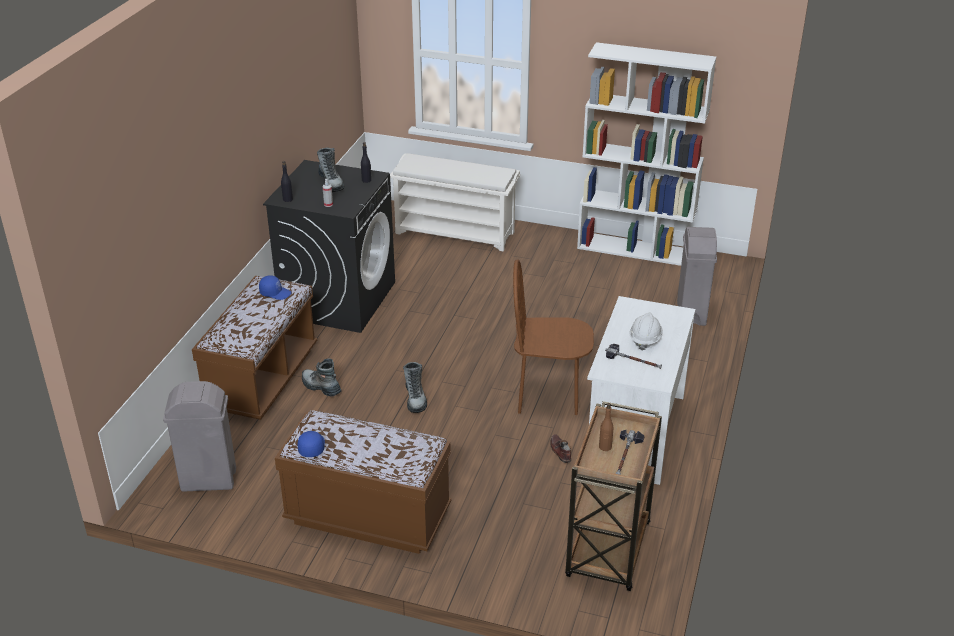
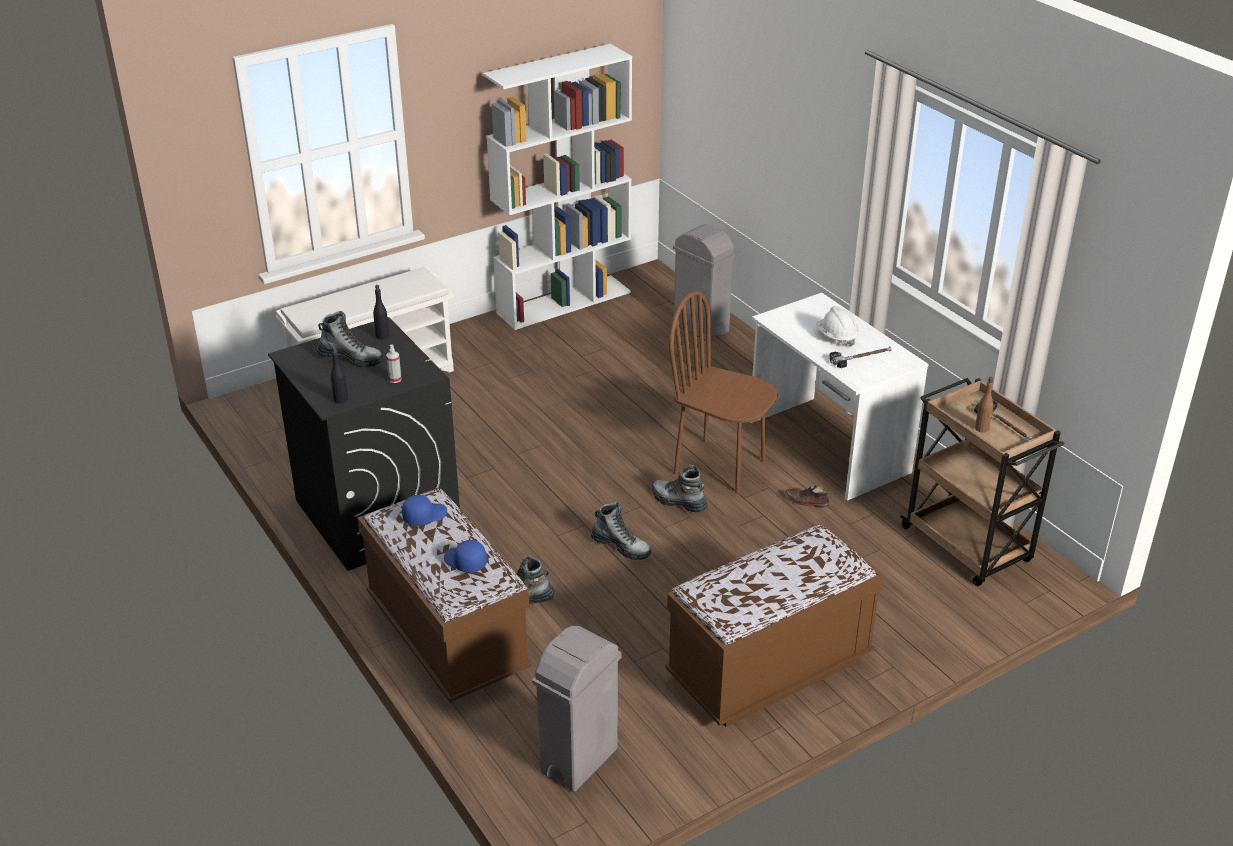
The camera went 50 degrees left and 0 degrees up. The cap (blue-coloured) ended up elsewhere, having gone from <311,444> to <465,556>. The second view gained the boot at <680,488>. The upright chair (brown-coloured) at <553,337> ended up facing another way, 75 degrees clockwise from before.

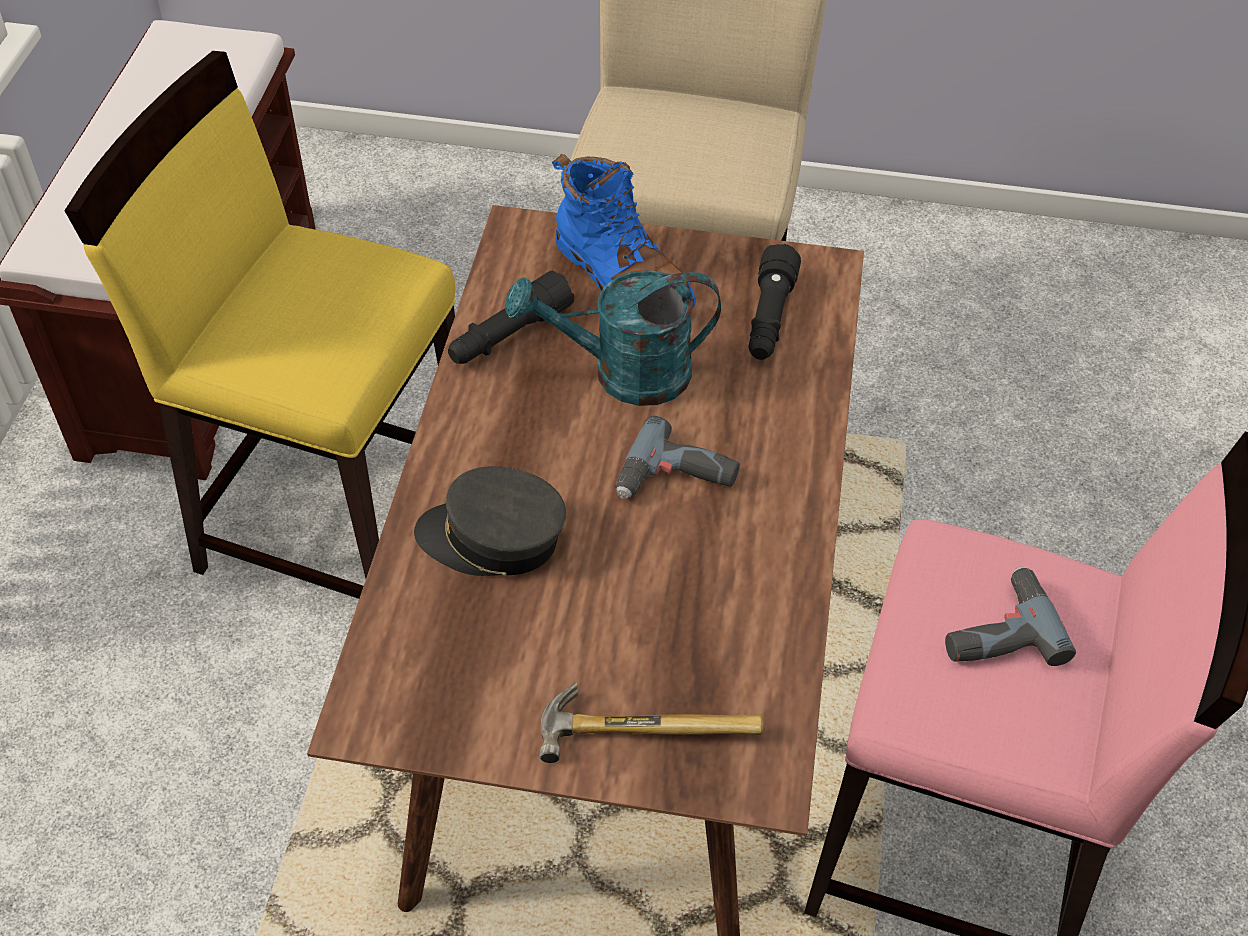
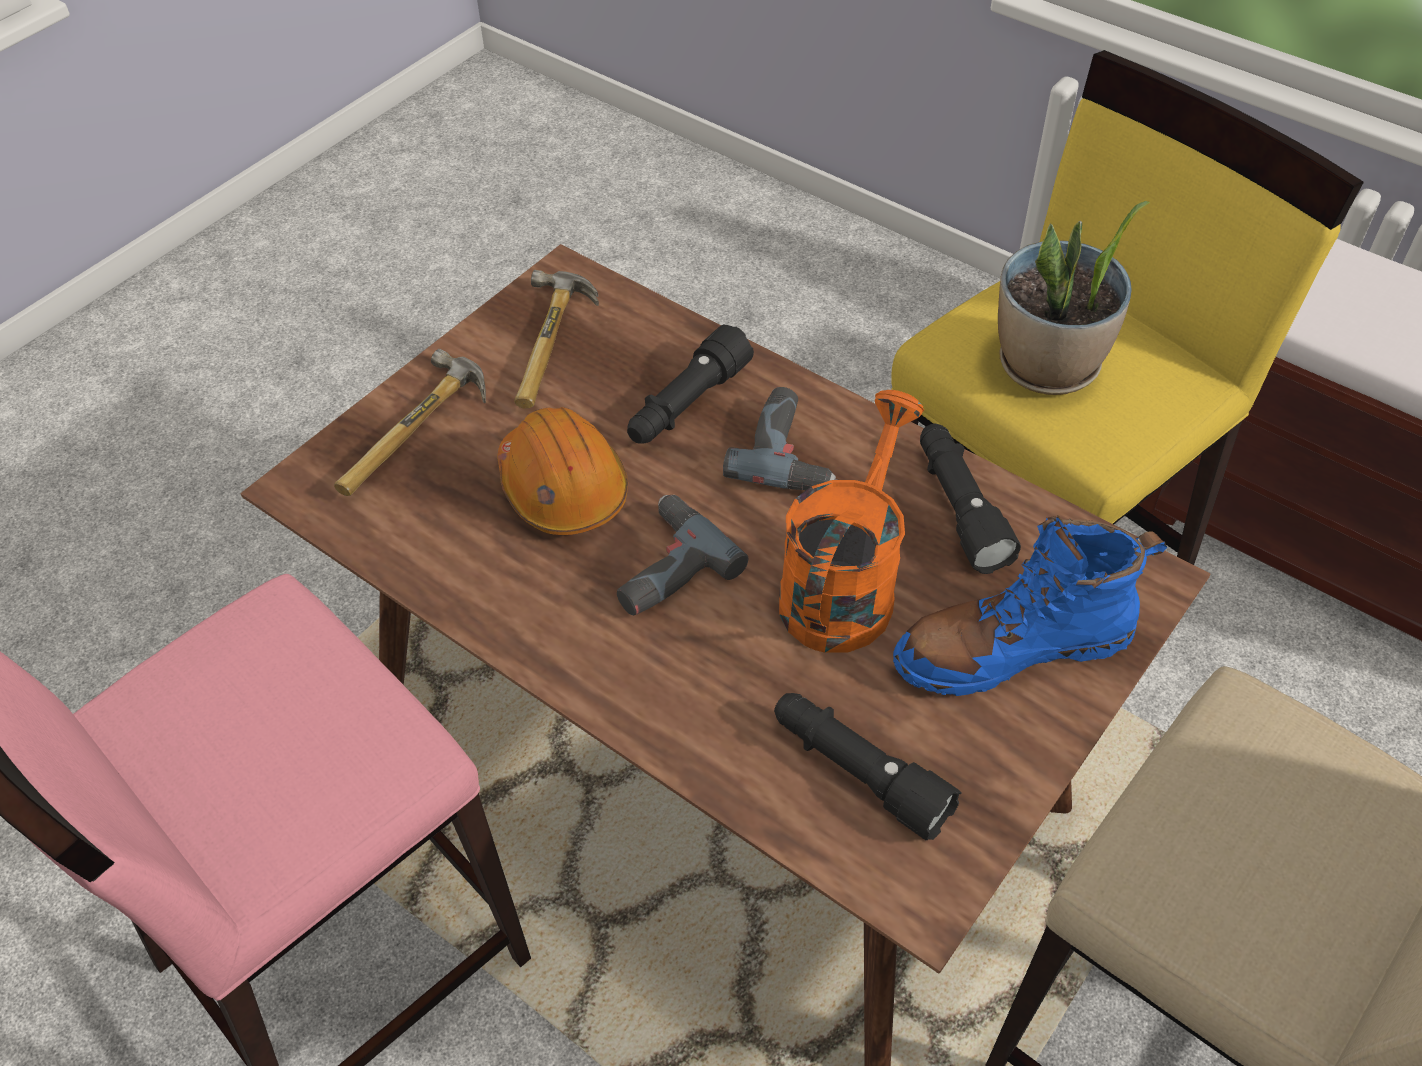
The camera went 120 degrees right and 0 degrees up. The second view gained the hard hat (orange) at <562,471>. The second view gained the hand hammer at <556,339>. Where the cap (greyish) stood at <490,521>, the flashlight (black) came to stand at <690,384>. The drill ended up elsewhere, having gone from <1010,616> to <780,438>. What was the watering can (turquoise) at <613,338> turned into the watering can (orange) at <851,521>. The second view gained the houseplant at <1074,298>.

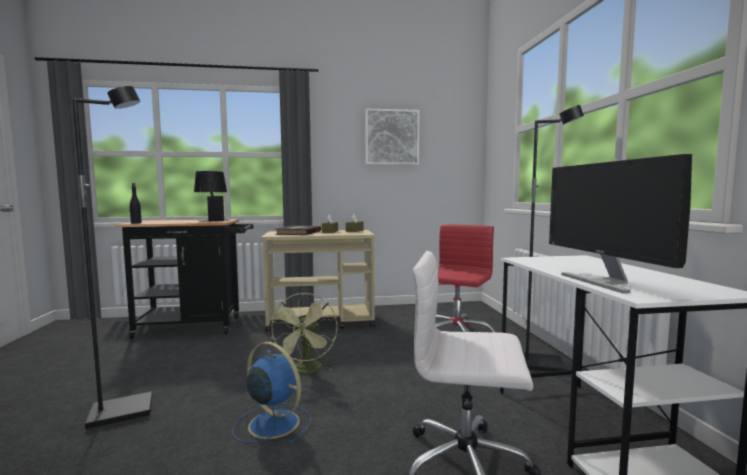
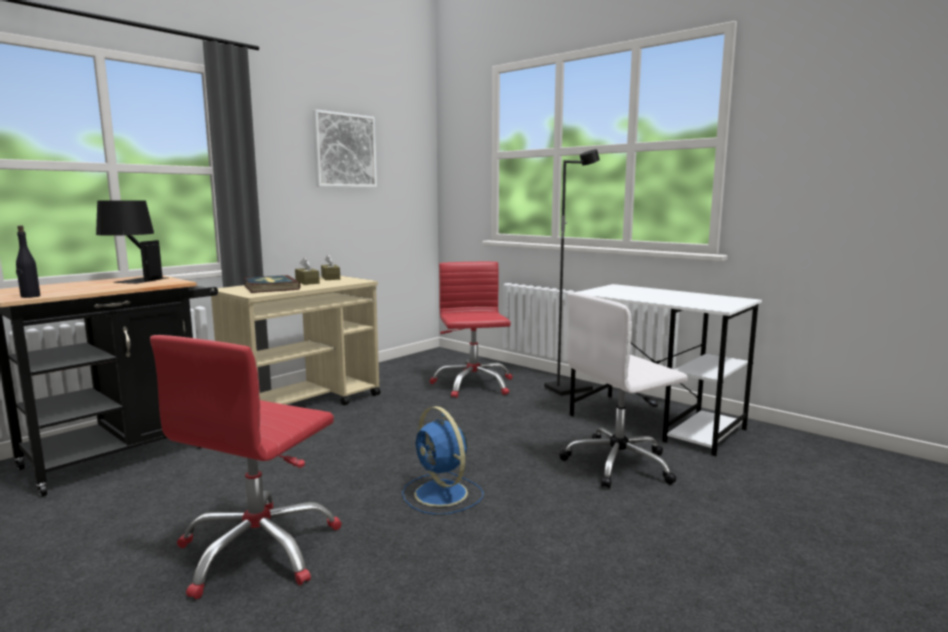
The camera went 40 degrees left and 5 degrees up. Where the floor lamp (black) stood at <112,258>, the desk chair (reddish) came to stand at <246,467>. The cooling fan (blue-coloured) at <271,393> ended up facing another way, 120 degrees counterclockwise from before. The second view lost the cooling fan (green) at <303,333>. The second view lost the computer display at <620,223>.

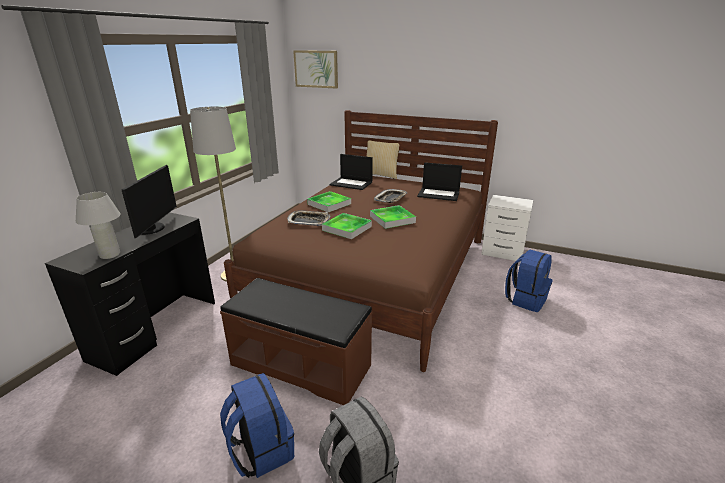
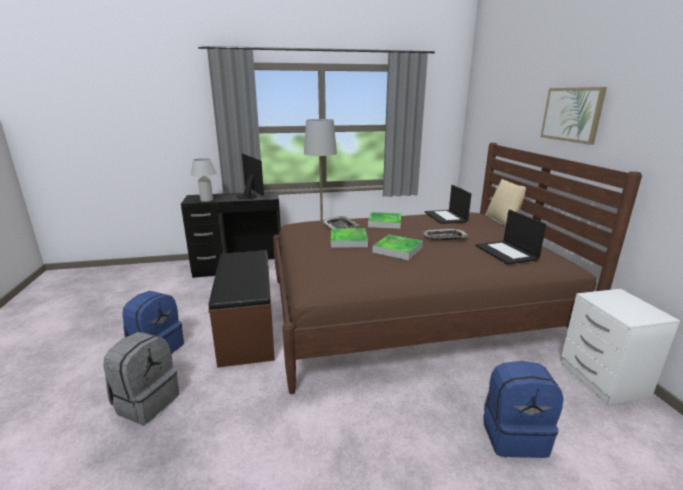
The camera went 55 degrees right and 5 degrees down. The computer display at <149,201> ended up facing another way, 90 degrees counterclockwise from before. The wall picture ended up elsewhere, having gone from <315,69> to <574,116>.

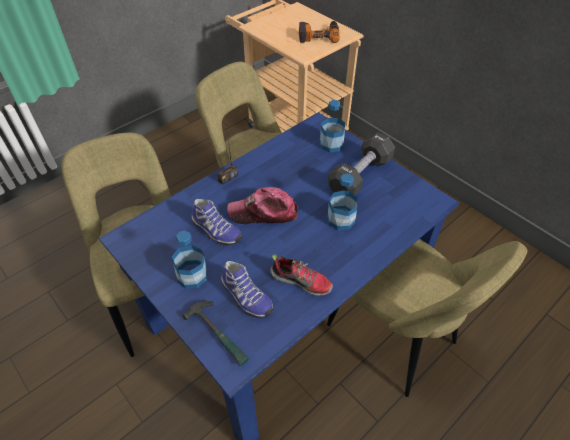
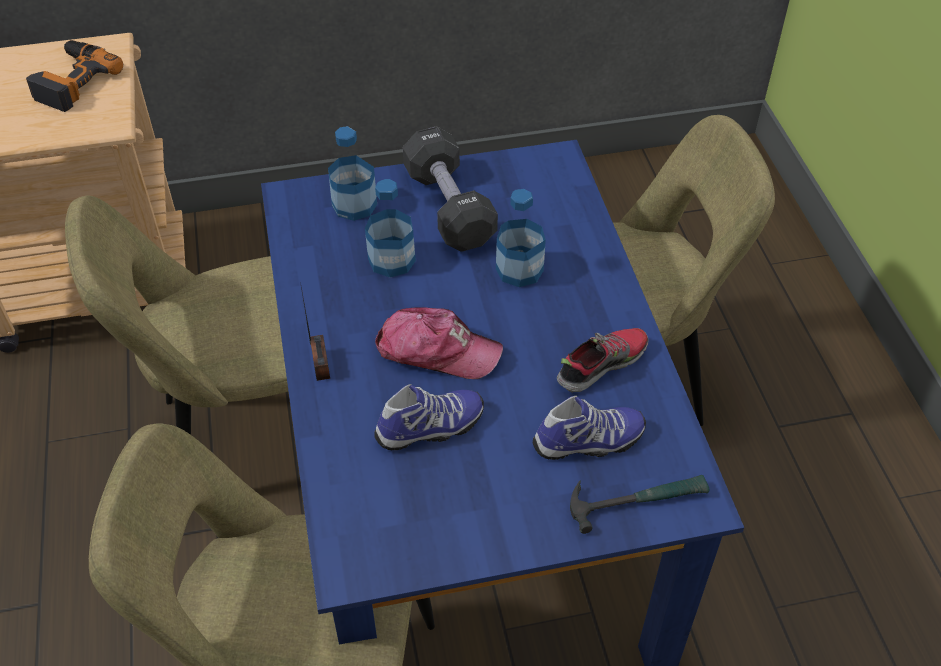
The camera went 60 degrees left and 0 degrees up. The beverage bottle ended up elsewhere, having gone from <189,259> to <390,228>. The cap at <262,205> ended up facing another way, 105 degrees counterclockwise from before.

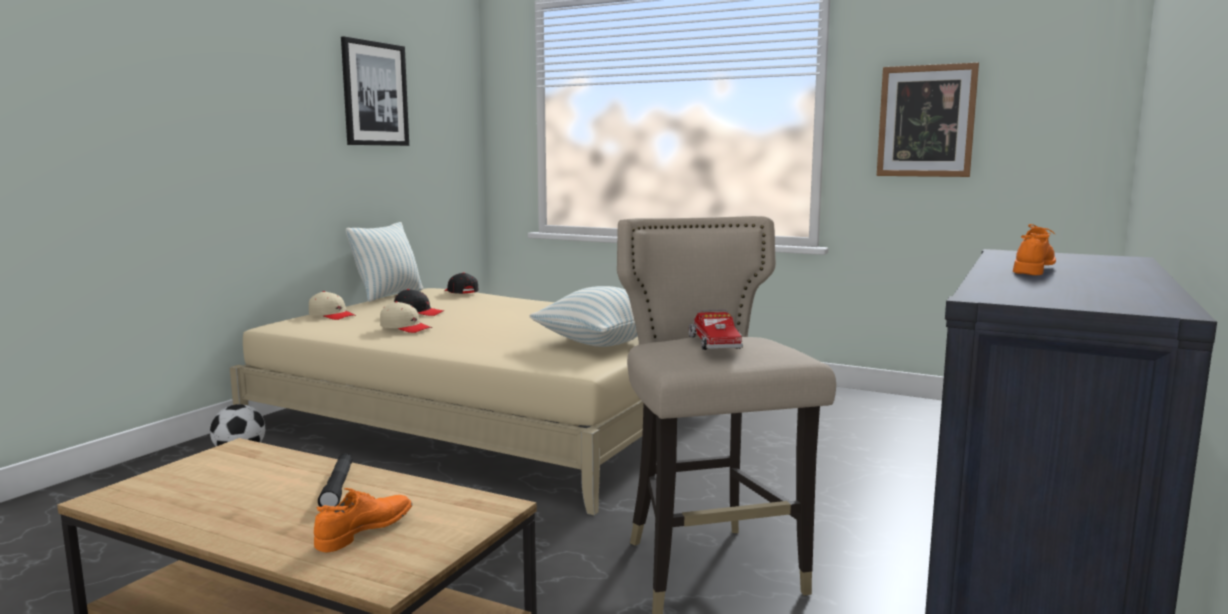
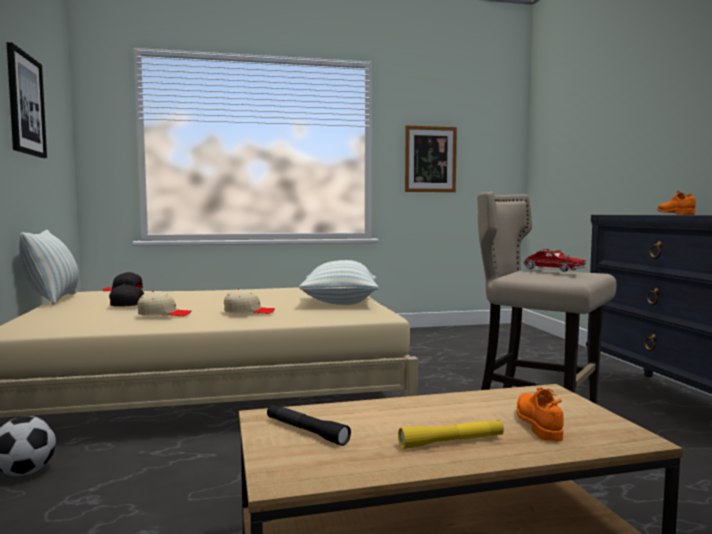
The camera went 40 degrees left and 5 degrees down. The cap (beige-coloured) ended up elsewhere, having gone from <332,305> to <249,301>. The flashlight (black) ended up elsewhere, having gone from <335,480> to <309,425>. The second view gained the flashlight (yellow-coloured) at <451,434>.

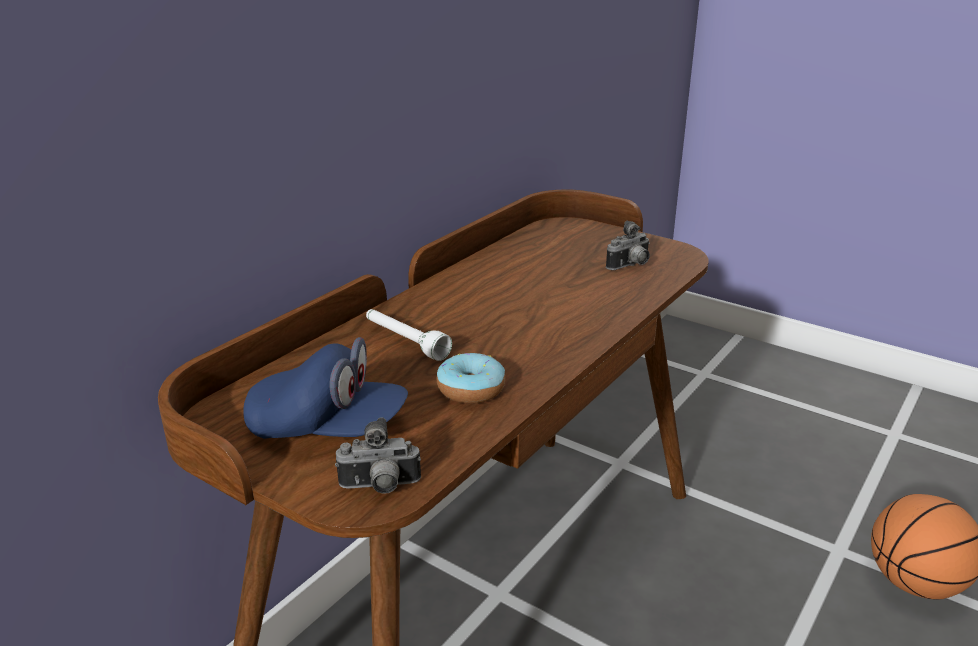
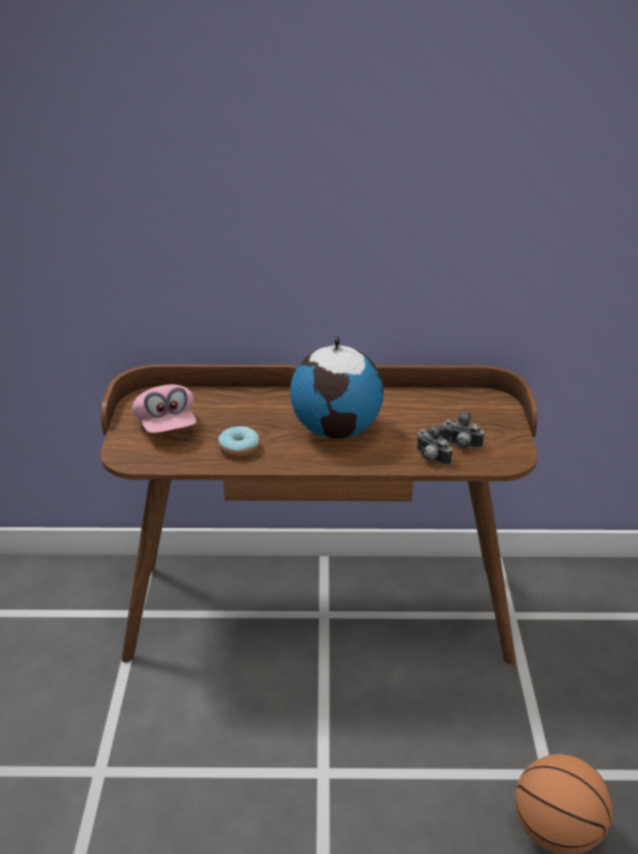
The camera went 55 degrees right and 5 degrees up. What was the cap (blue-coloured) at <325,388> turned into the cap (pink) at <164,408>. The second view gained the globe at <337,387>. The still camera ended up elsewhere, having gone from <378,455> to <434,445>. The second view lost the flashlight (white-coloured) at <409,335>.

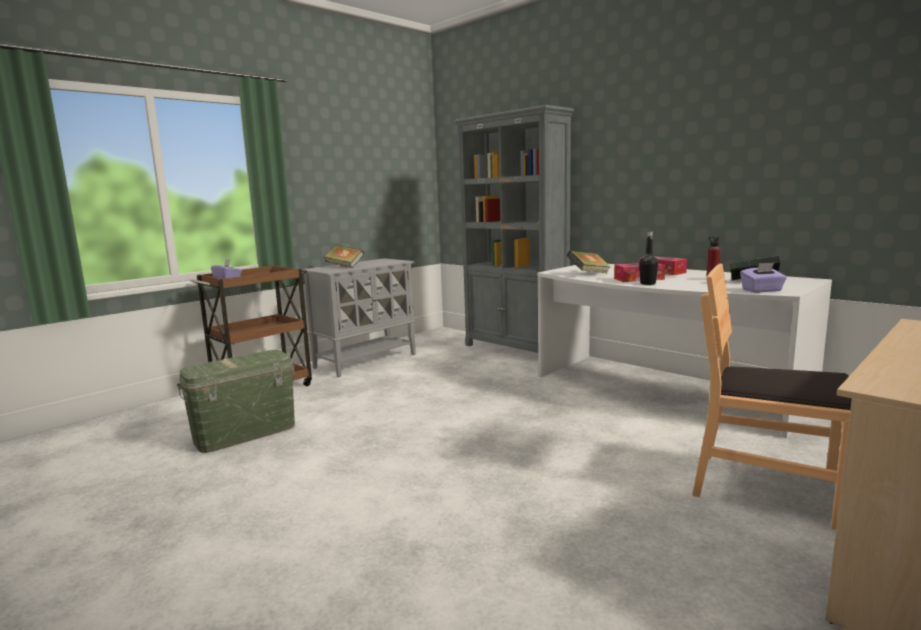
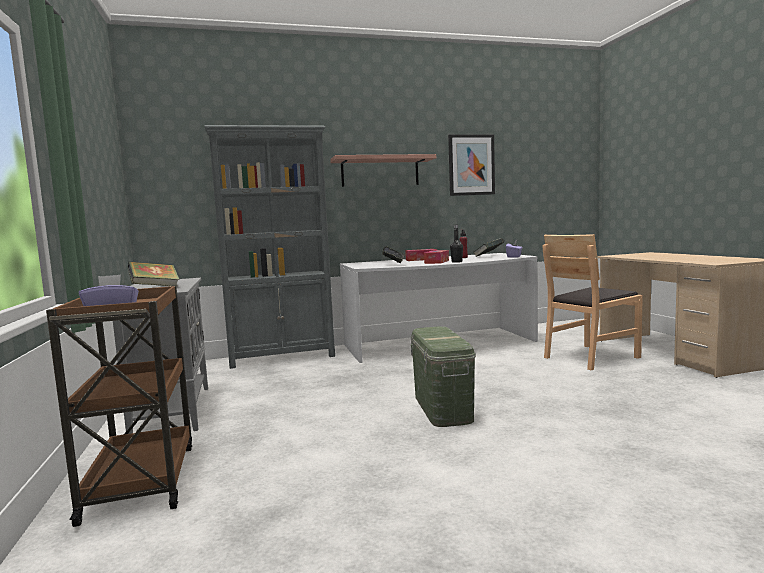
The camera went 60 degrees left and 5 degrees down. The second view gained the shelf at <383,170>. The storage box (green) ended up elsewhere, having gone from <236,401> to <443,376>. The second view gained the wall picture at <471,165>.

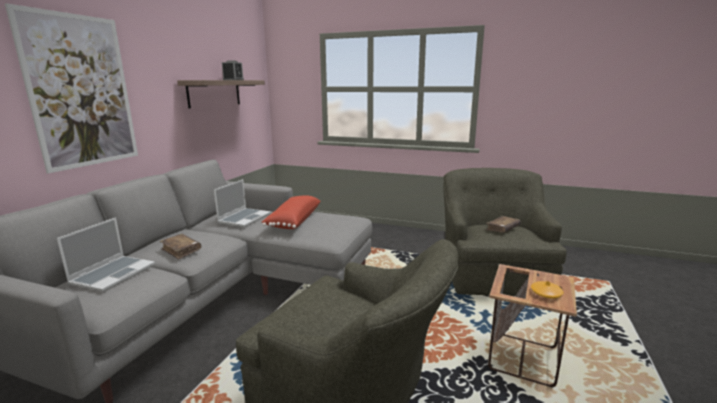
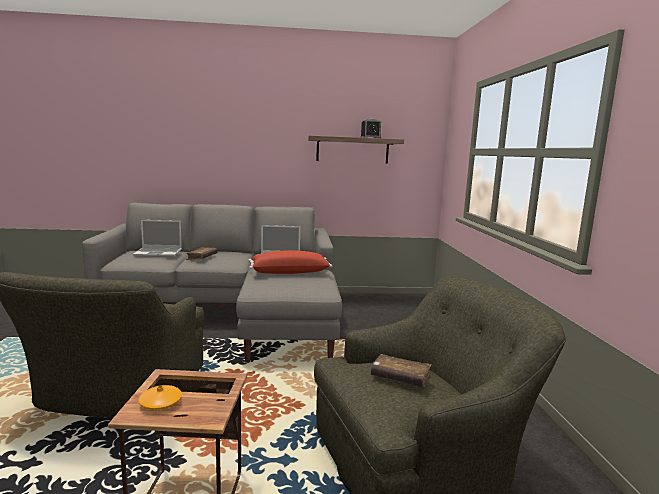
The camera went 65 degrees right and 5 degrees down. The second view lost the wall picture at <71,88>.

